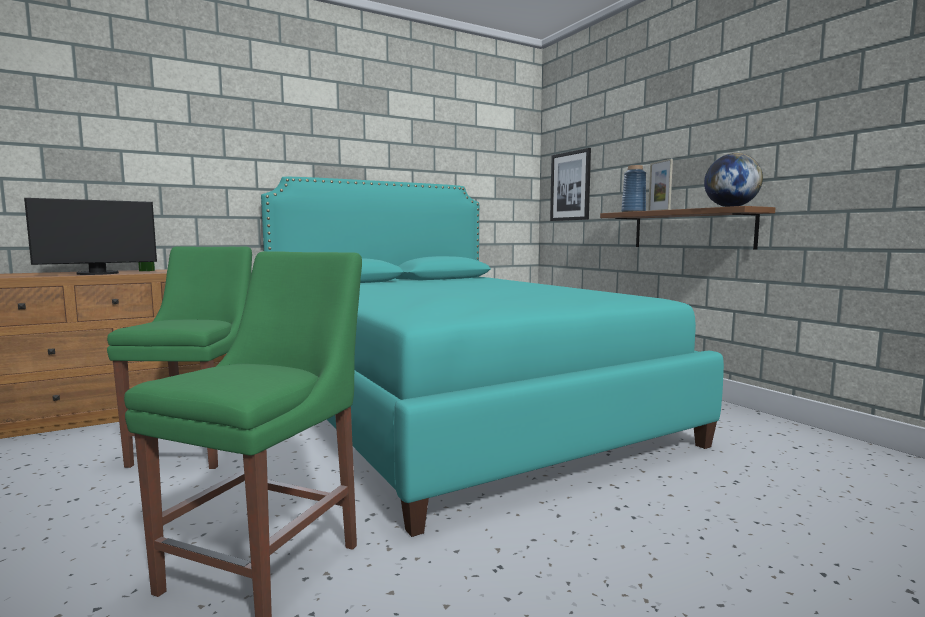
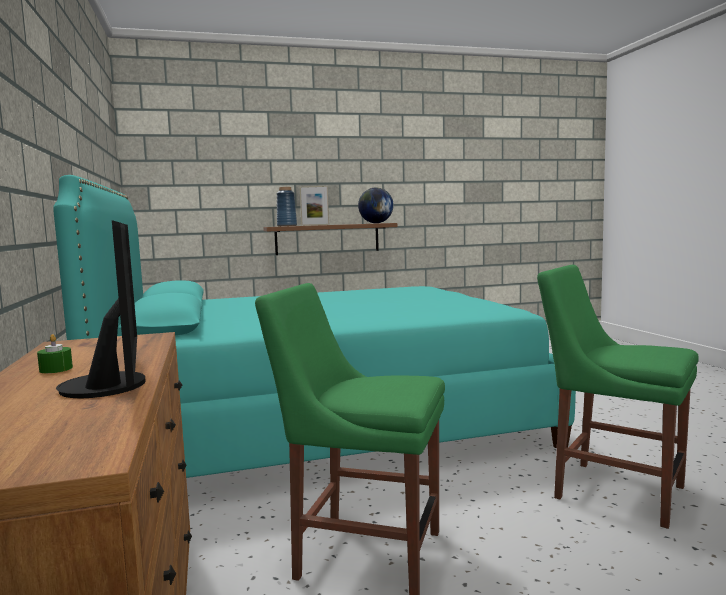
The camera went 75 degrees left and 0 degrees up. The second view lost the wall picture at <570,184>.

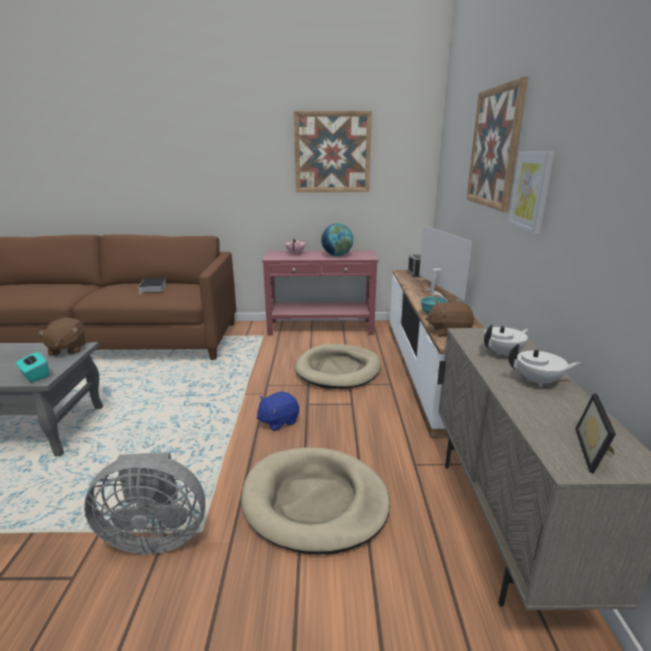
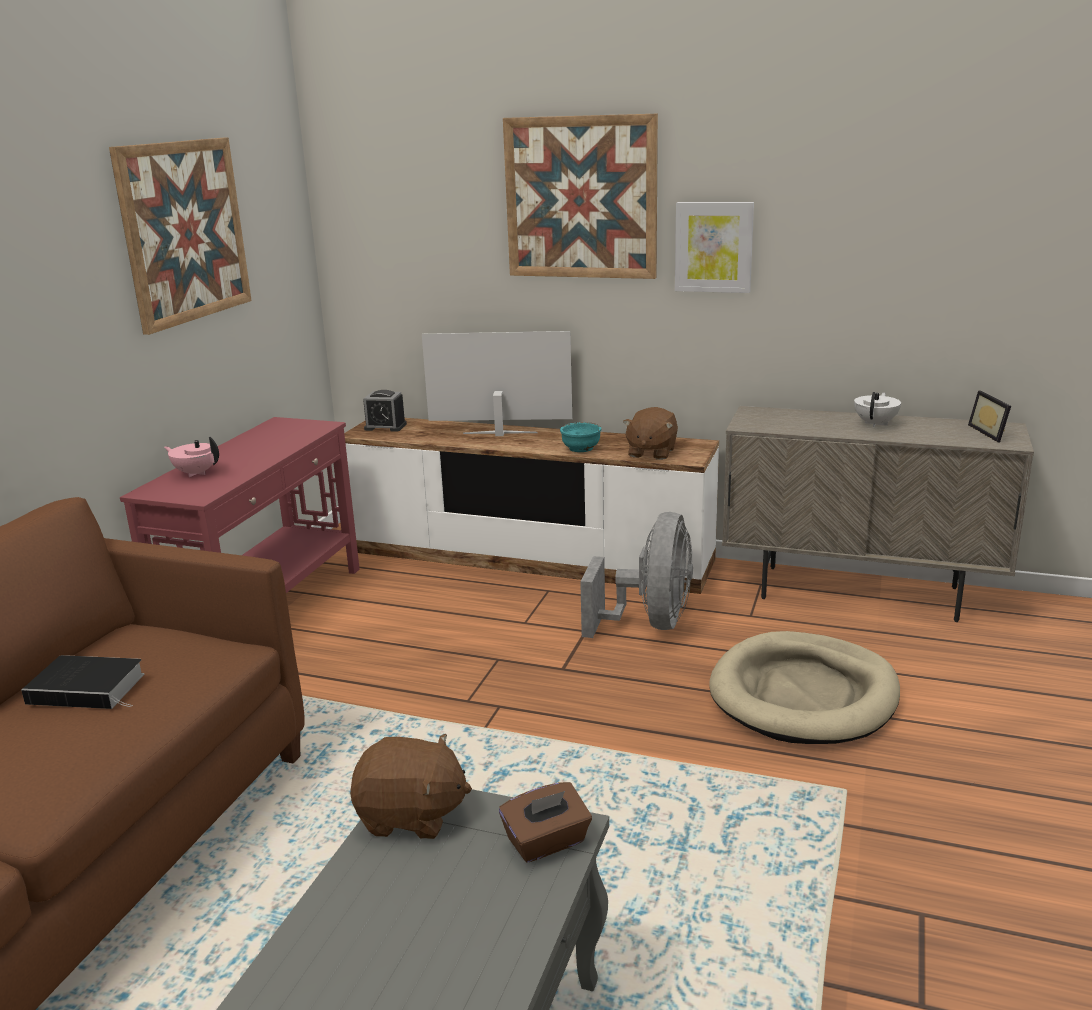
The camera went 70 degrees left and 0 degrees up. What was the box of tissues (turquoise) at <32,367> turned into the box of tissues (brown-coloured) at <545,822>. The cooling fan (greyish) ended up elsewhere, having gone from <144,503> to <636,575>. The picture frame at <595,433> ended up facing another way, 45 degrees clockwise from before. The second view lost the cuddly toy (blue-coloured) at <278,411>. The second view lost the dog cushion (beige-coloured) at <338,366>. The second view lost the globe at <337,239>. The second view lost the tea pot (white-coloured) at <506,340>.

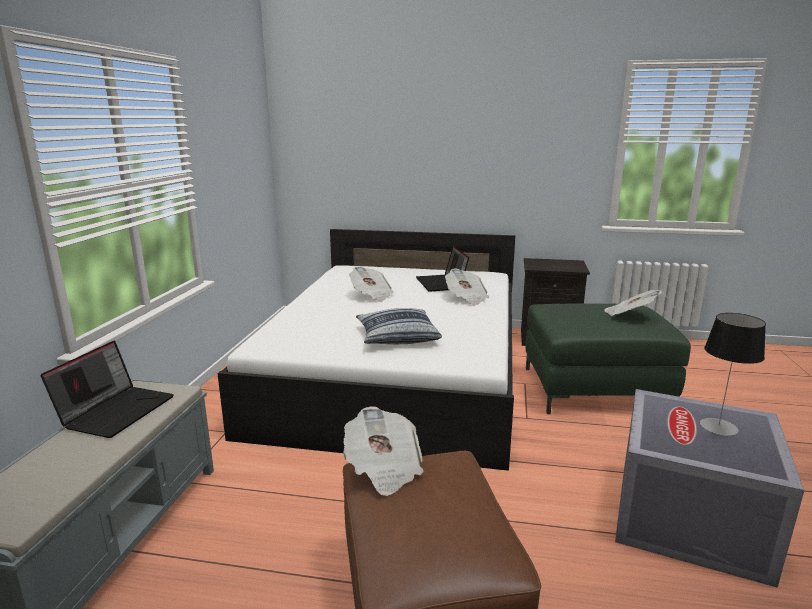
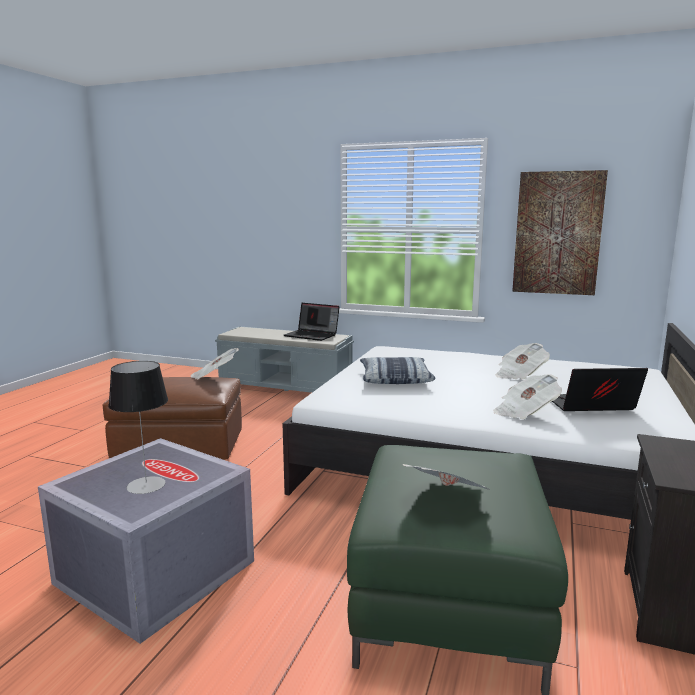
The camera went 100 degrees right and 5 degrees down. The second view gained the wall picture at <560,232>.

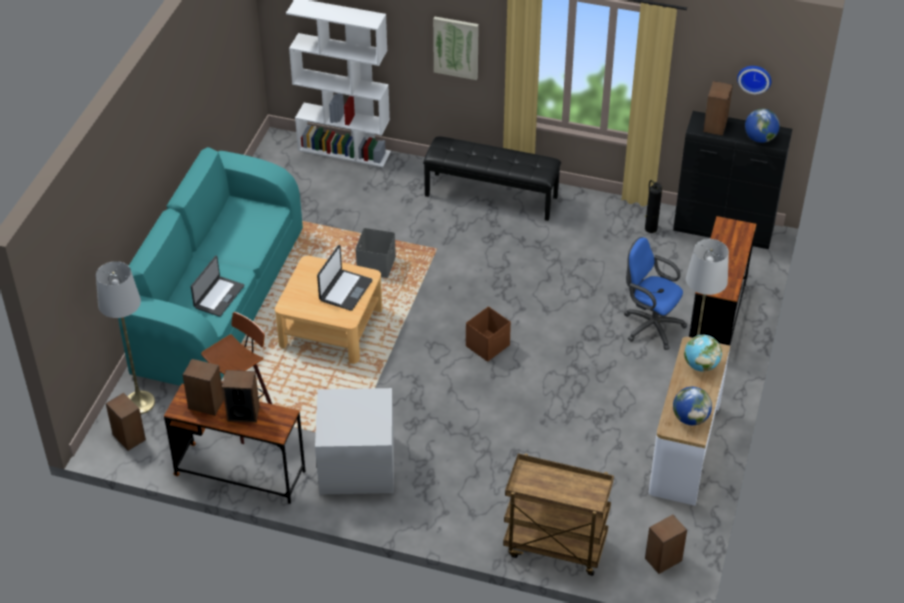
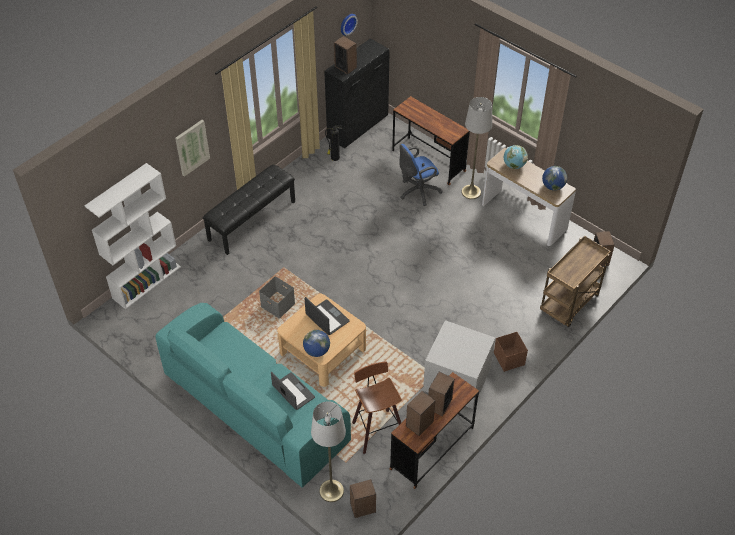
The camera went 65 degrees left and 5 degrees up. The globe ended up elsewhere, having gone from <762,125> to <316,343>. The storage box (brown-coloured) ended up elsewhere, having gone from <488,334> to <511,352>.

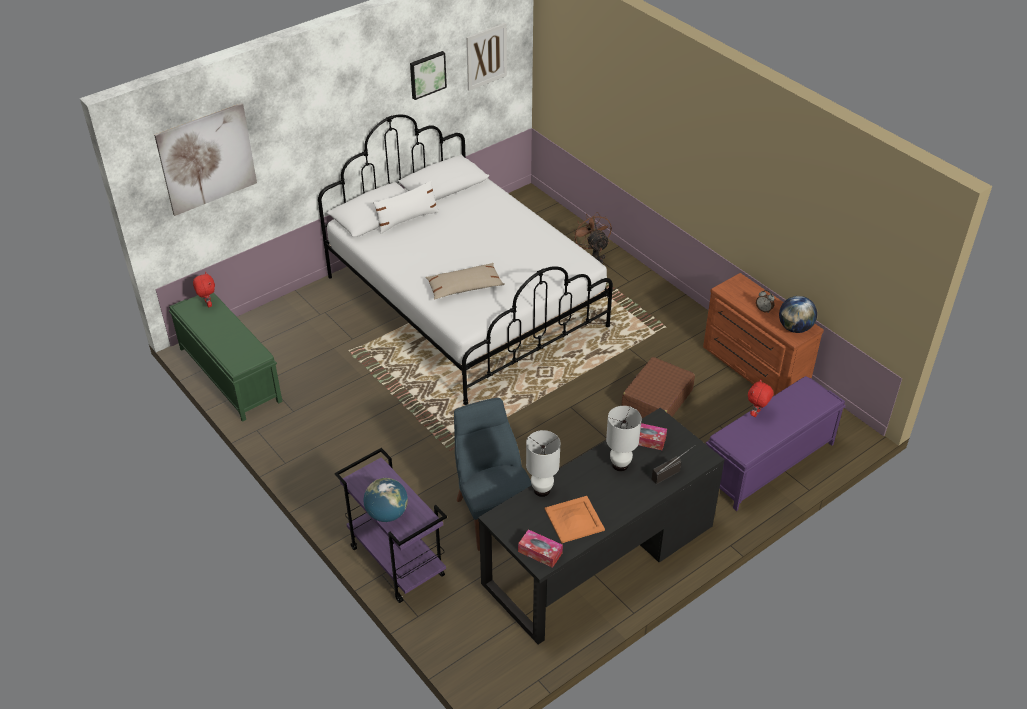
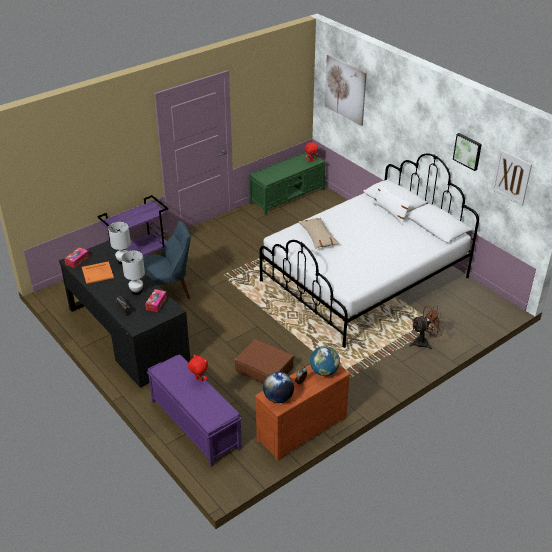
The camera went 90 degrees right and 5 degrees down. The globe ended up elsewhere, having gone from <386,500> to <325,361>.

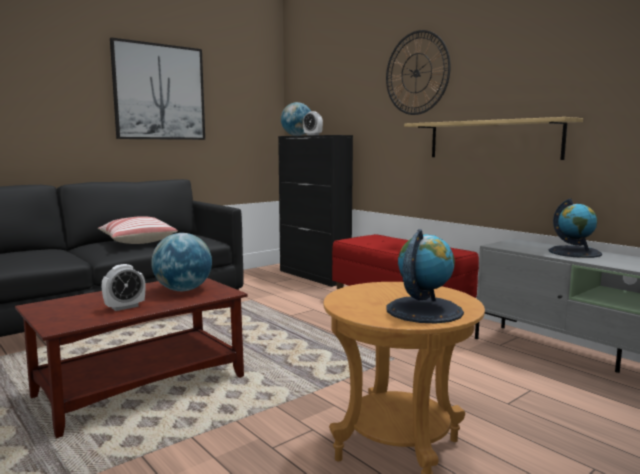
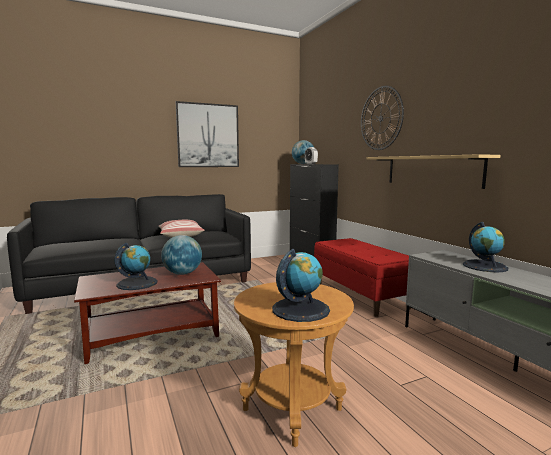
The camera went 15 degrees right and 0 degrees up. Where the table clock stood at <124,287>, the globe came to stand at <136,266>.

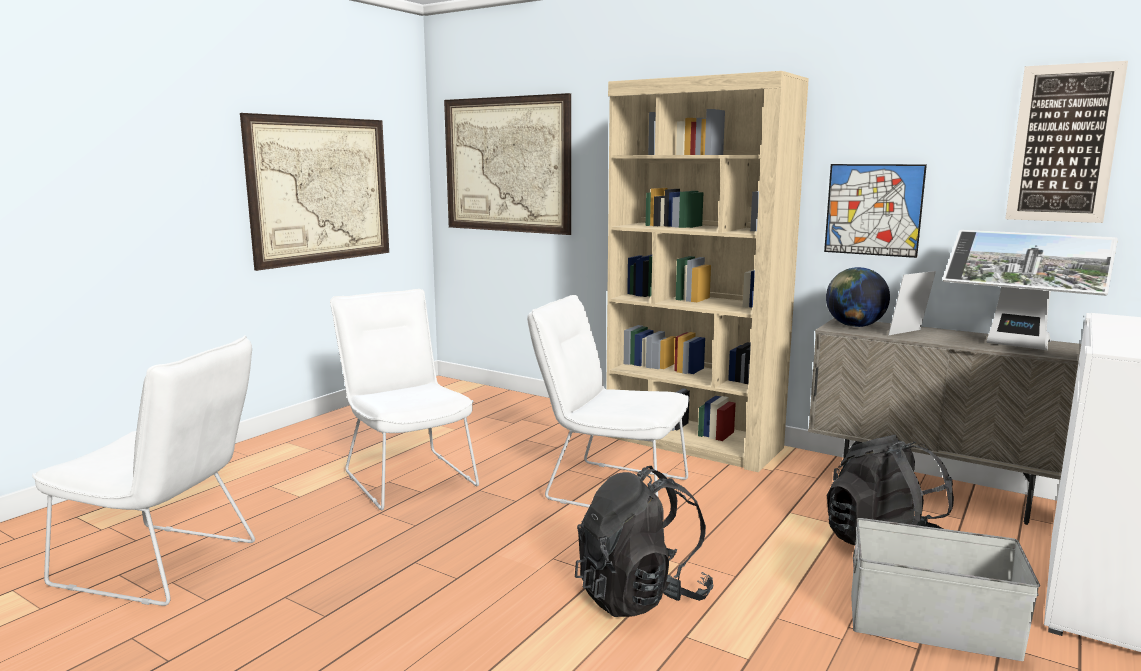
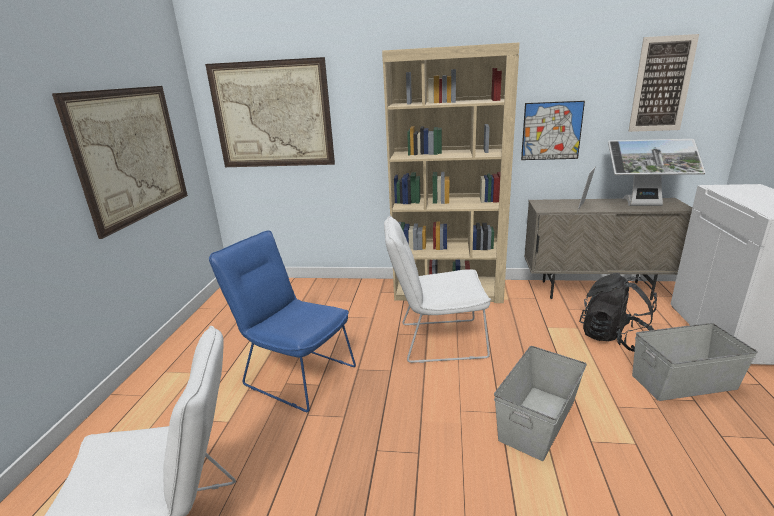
The camera went 25 degrees left and 10 degrees up. What was the upright chair (white-coloured) at <404,399> turned into the upright chair (blue-coloured) at <282,321>. Where the rucksack (black) stood at <644,541>, the storage box (greyish) came to stand at <540,403>. The second view lost the globe at <858,297>.

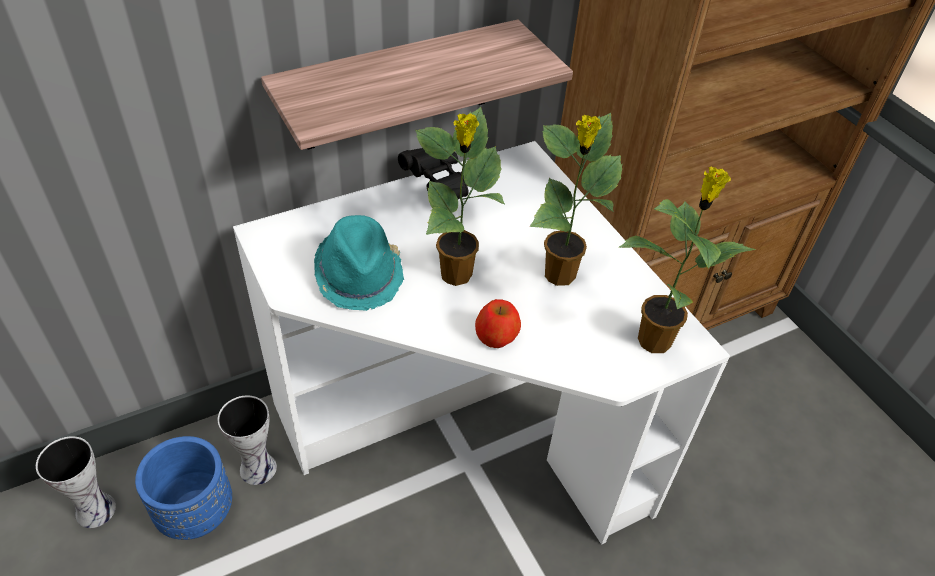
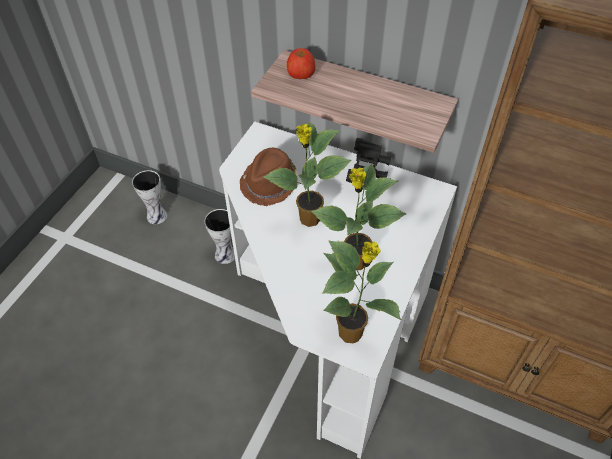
The camera went 55 degrees right and 5 degrees up. What was the wearable hat (turquoise) at <359,263> turned into the wearable hat (brown-coloured) at <269,177>. The whole apple ended up elsewhere, having gone from <498,323> to <301,63>. The second view lost the planter (blue-coloured) at <183,488>.

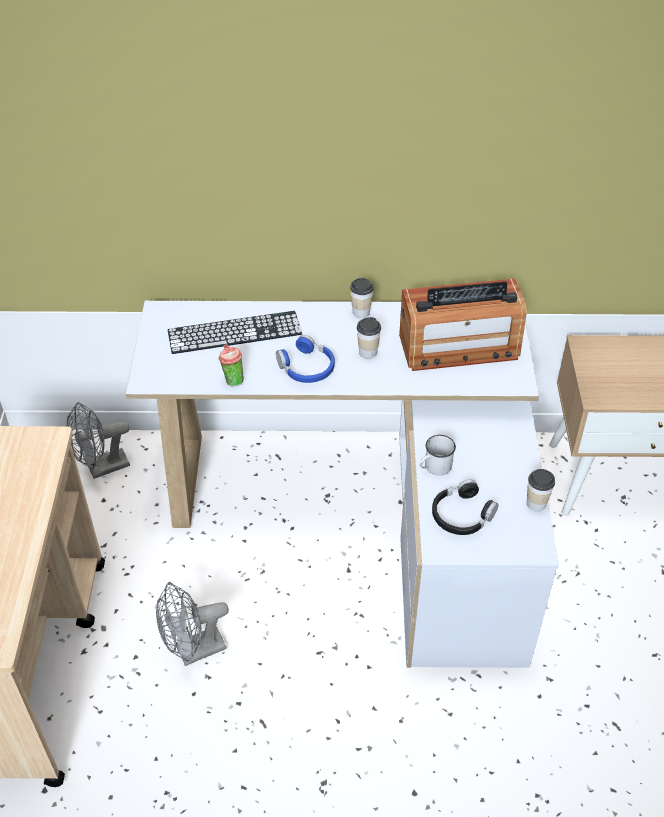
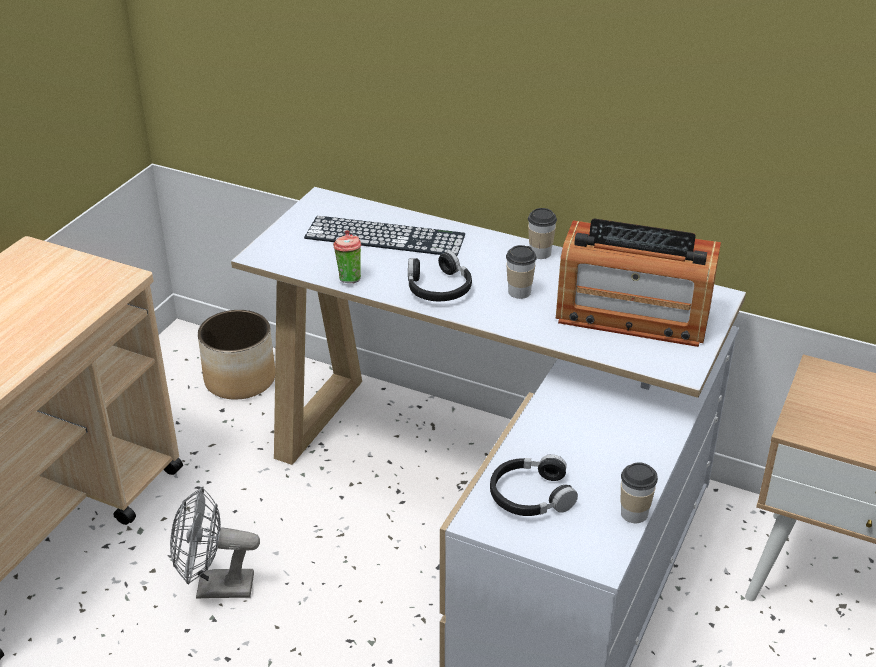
The camera went 25 degrees right and 10 degrees down. Where the cooling fan (greyish) stood at <98,440>, the planter came to stand at <236,355>. What was the headset (blue-coloured) at <305,359> turned into the headset (black) at <440,276>. The second view lost the mug (white-coloured) at <438,455>.

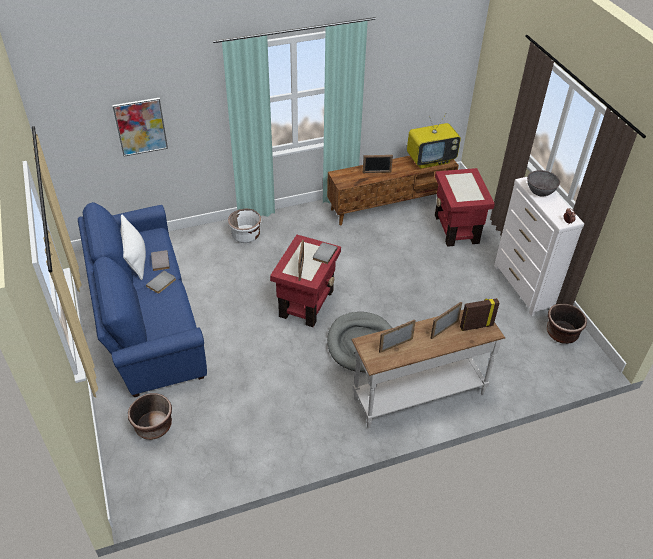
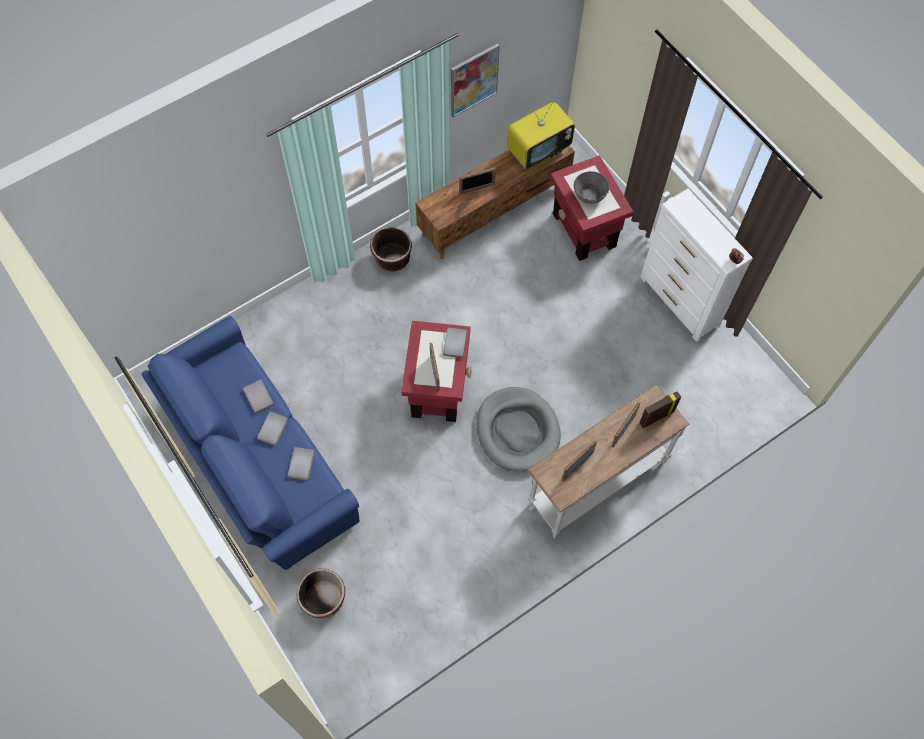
The camera went 15 degrees left and 20 degrees up. The second view gained the book (greyish) at <301,463>. The planter (brown-coloured) ended up elsewhere, having gone from <567,324> to <391,249>. The wall picture ended up elsewhere, having gone from <140,127> to <475,80>. The deep dish (greyish) ended up elsewhere, having gone from <543,183> to <591,187>. The second view lost the pillow (white-coloured) at <133,247>. The second view lost the planter (white-coloured) at <245,226>.

